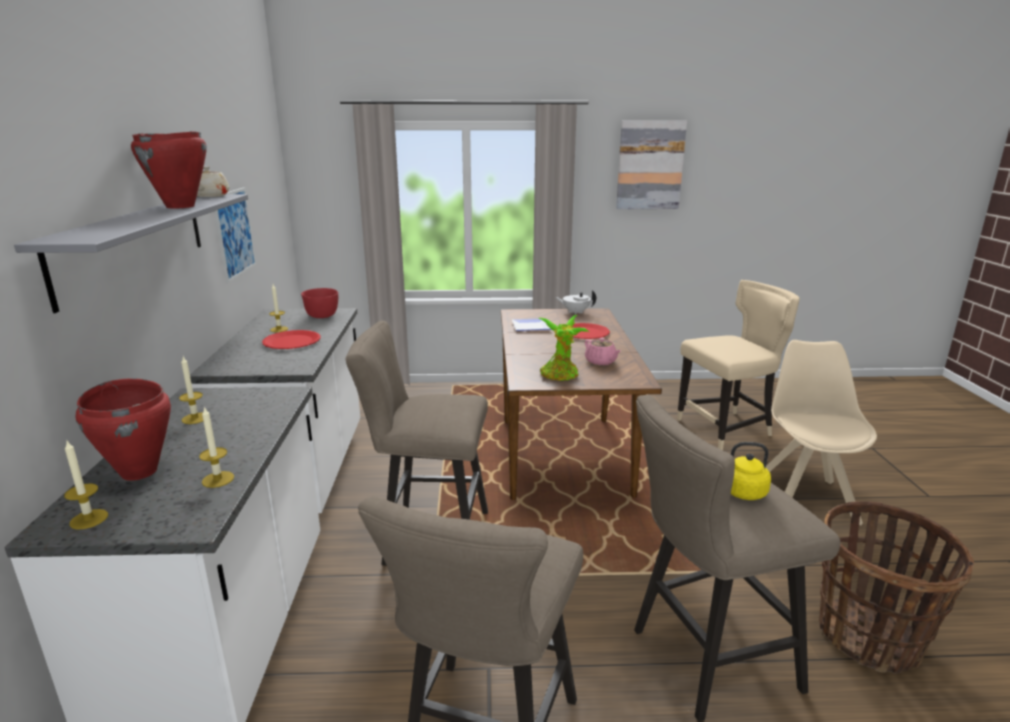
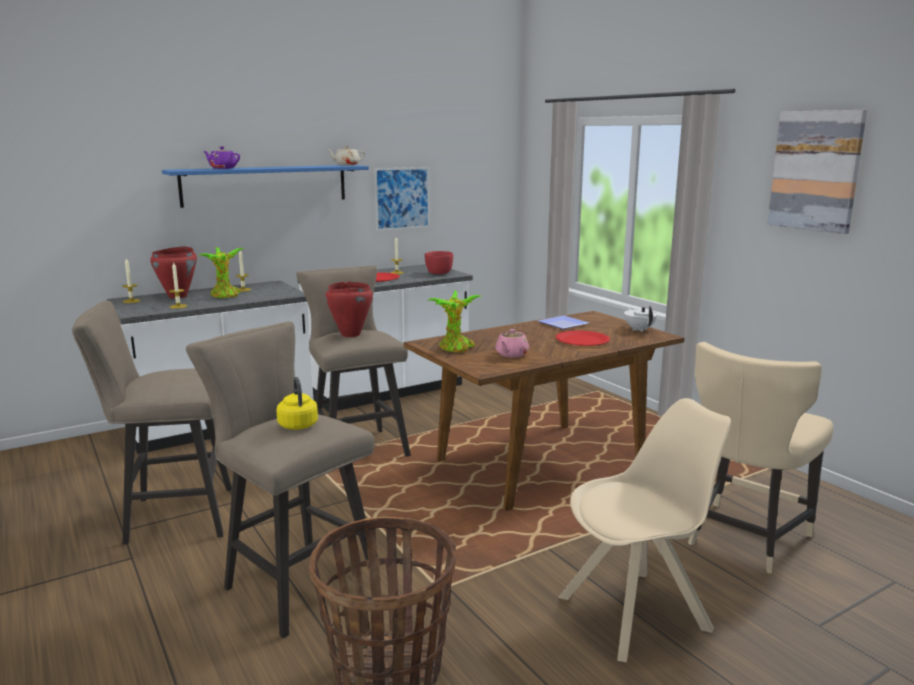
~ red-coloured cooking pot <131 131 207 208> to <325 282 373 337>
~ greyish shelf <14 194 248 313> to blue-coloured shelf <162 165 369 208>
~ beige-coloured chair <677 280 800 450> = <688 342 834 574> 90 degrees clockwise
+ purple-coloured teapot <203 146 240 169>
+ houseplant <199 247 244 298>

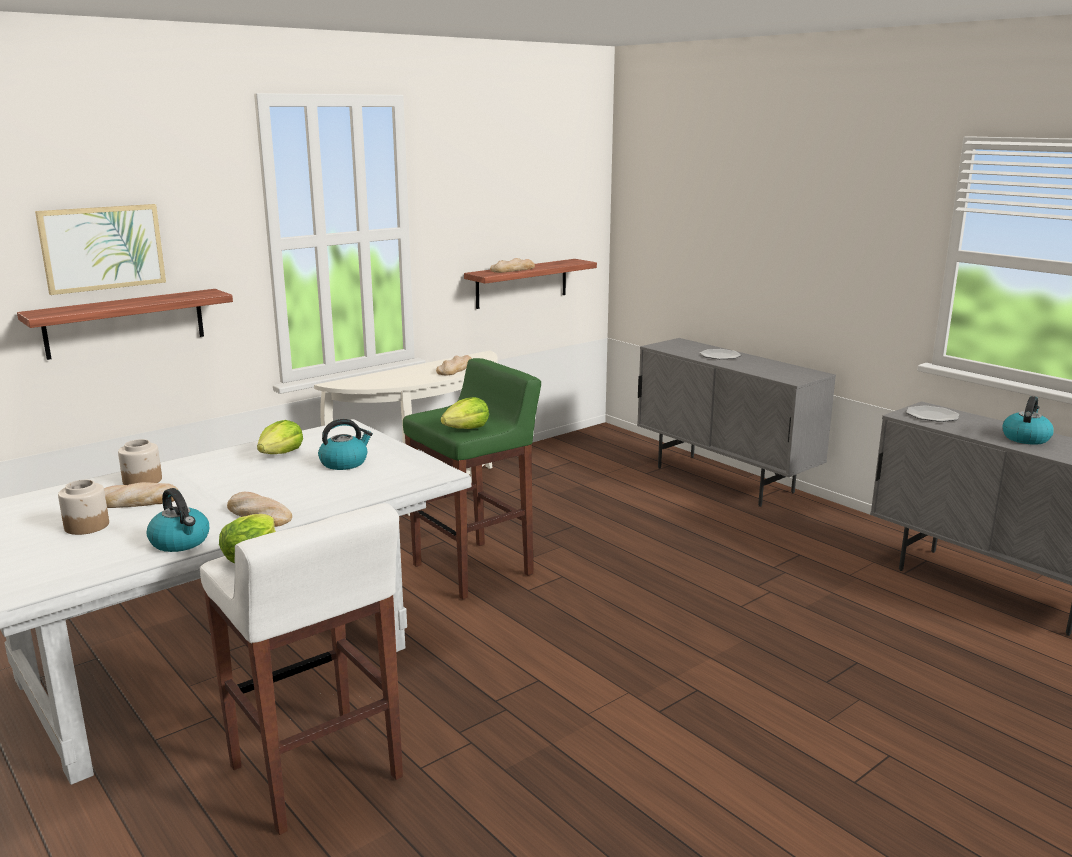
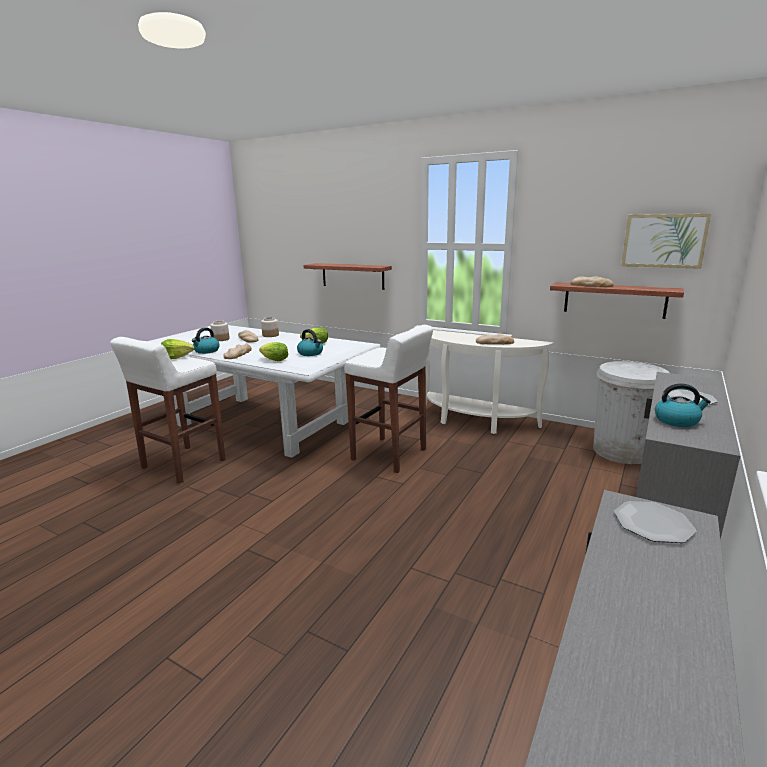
~ picture <35 204 166 295> to <621 214 711 269>
~ green sitting stool <403 358 541 599> to whitish sitting stool <344 325 433 473>
~ kettle <1002 396 1054 445> to <655 383 711 427>
~ lettuce <441 397 489 429> to <259 342 288 361>
+ whitish waste bin <593 361 670 464>

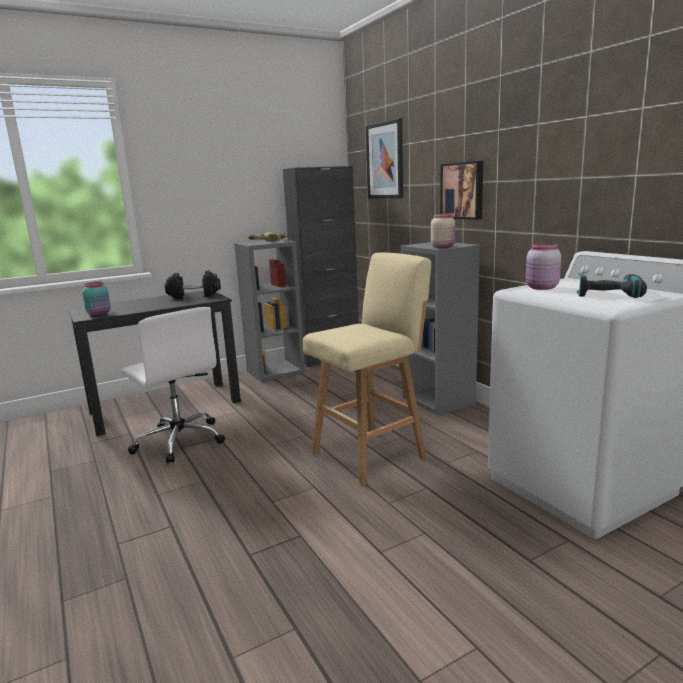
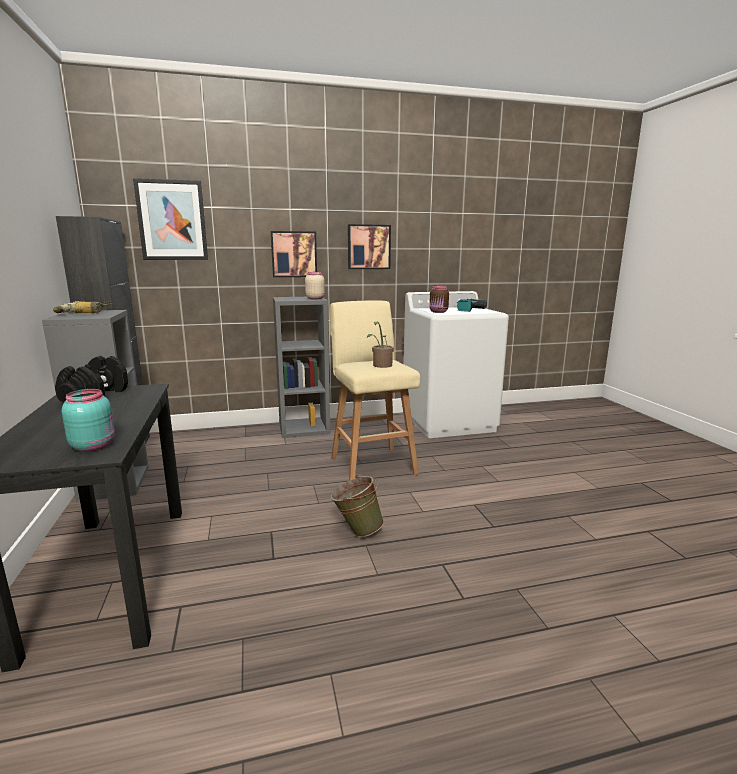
~ pink jar <526 243 561 290> to brown jar <429 286 449 313>
- whitish computer chair <121 307 225 463>
+ picture <348 224 391 269>
+ houseplant <367 322 394 368>
+ green bucket <330 474 384 537>

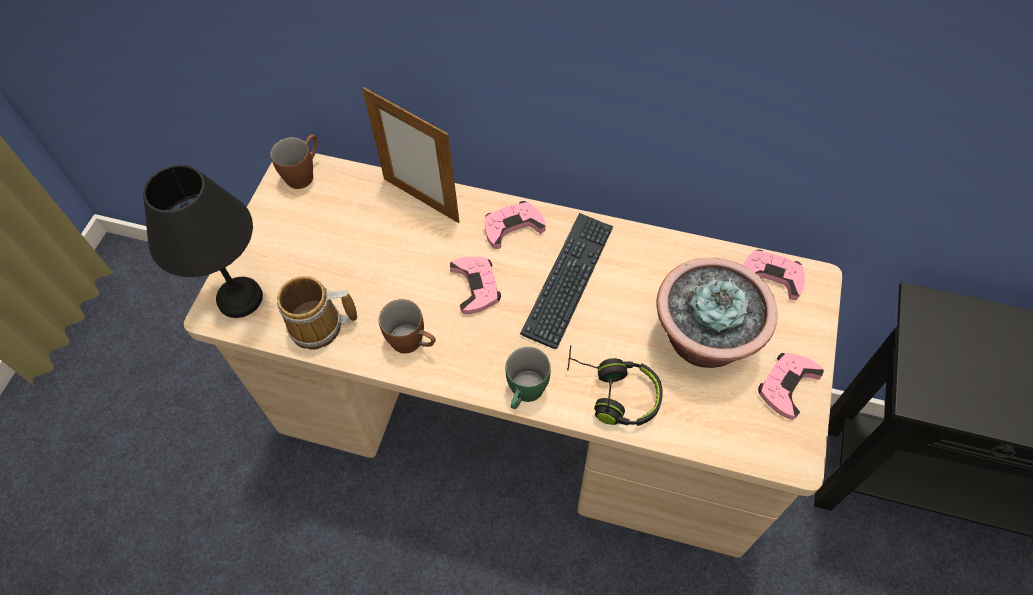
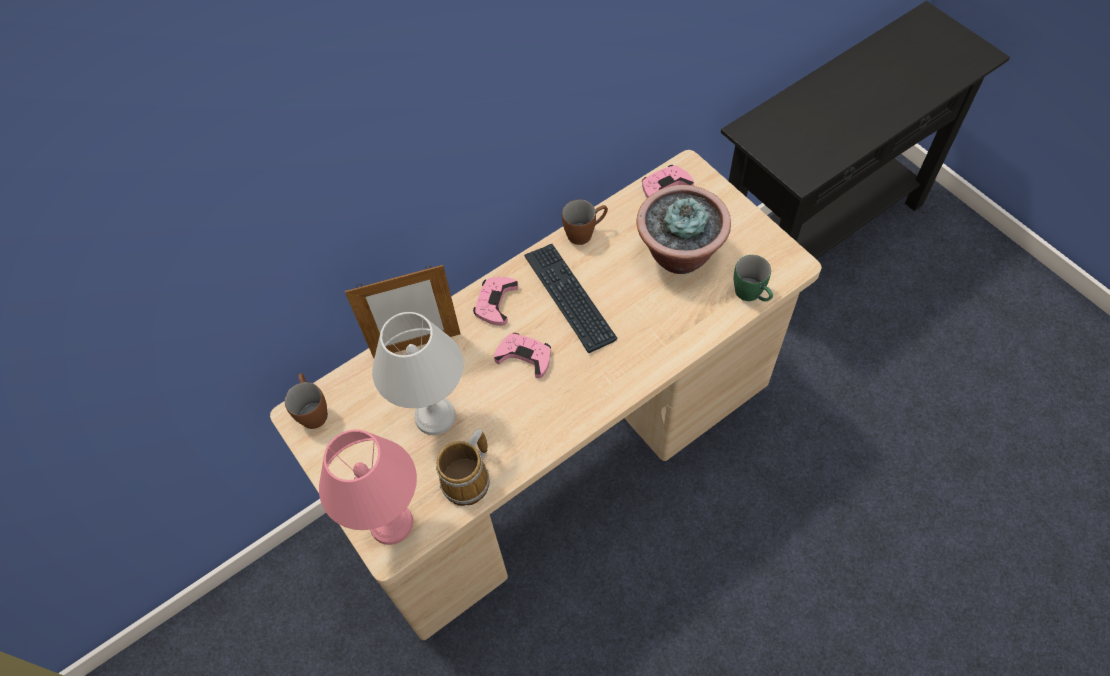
~ black table lamp <143 165 263 318> to pink table lamp <319 429 417 545>
~ brown coffee mug <379 299 436 354> to <562 199 608 245>
- black headset <567 345 662 426>
~ green coffee mug <505 347 551 409> to <734 255 773 301>
- pink gamepad <758 353 824 420>
+ whitish table lamp <372 312 463 435>

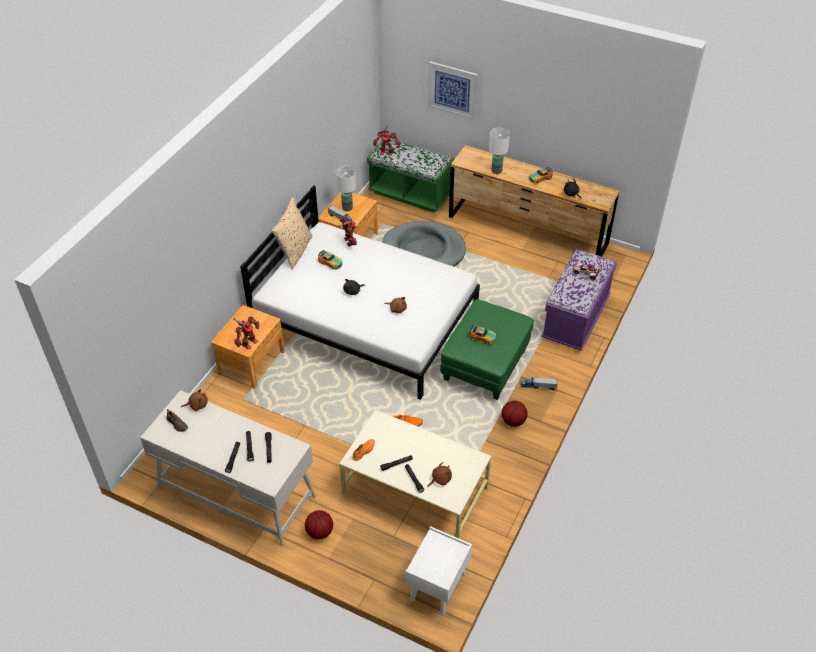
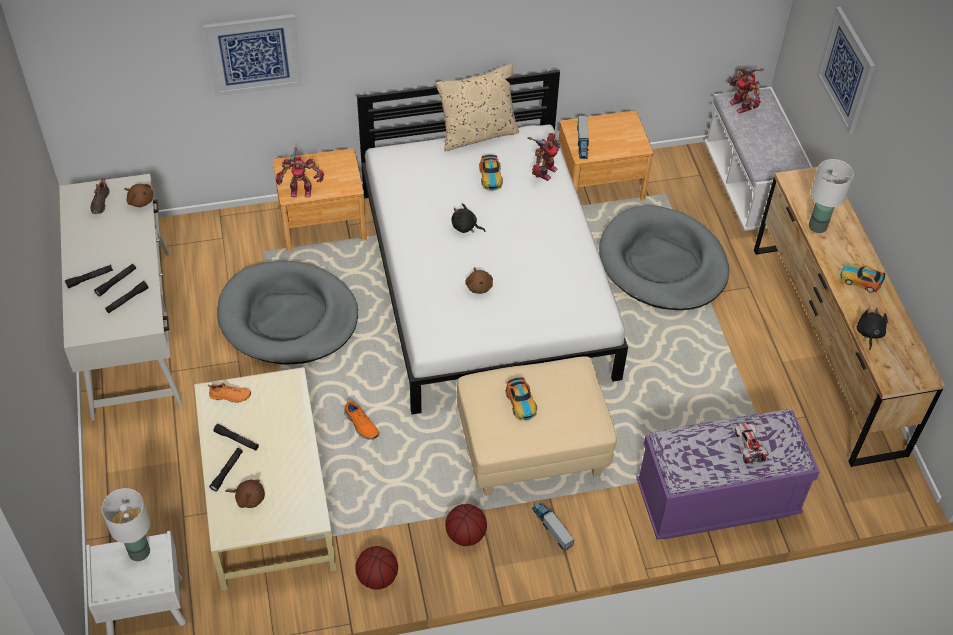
~ green indoor bench <367 139 454 212> to whitish indoor bench <704 87 813 231>
~ whitish table lamp <335 166 356 211> to <102 488 150 561>
~ green footrest <440 299 534 400> to beige-coloured footrest <457 356 617 496>
~ basketball <305 510 333 539> to <355 546 398 590>
+ picture <203 14 302 96>
+ greyish pet bed <217 261 358 365>

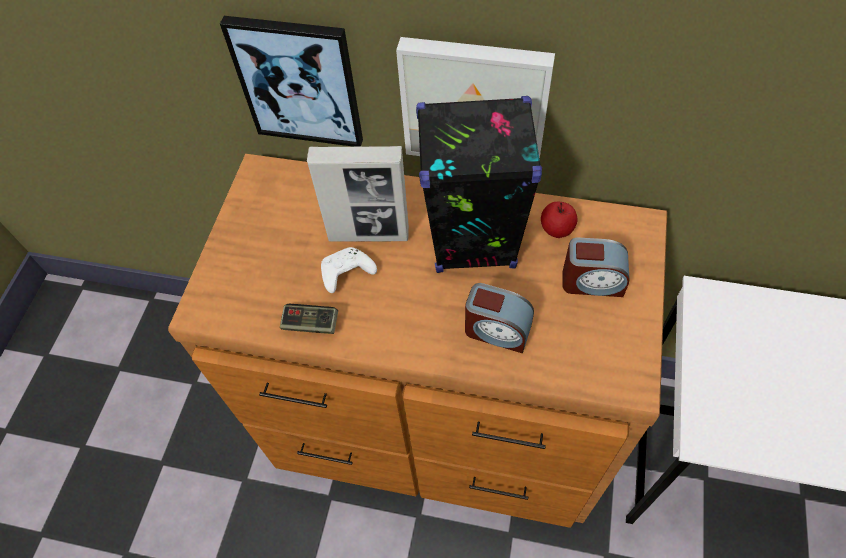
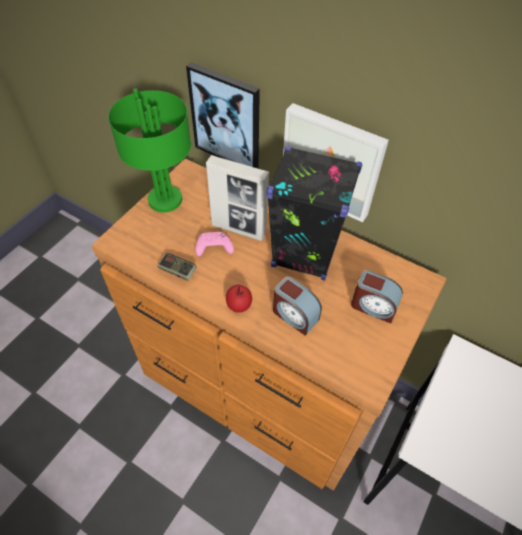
~ apple fruit <541 202 577 238> to <226 285 252 313>
~ whitish gamepad <321 247 377 293> to pink gamepad <196 232 234 256>
+ green table lamp <108 89 191 212>

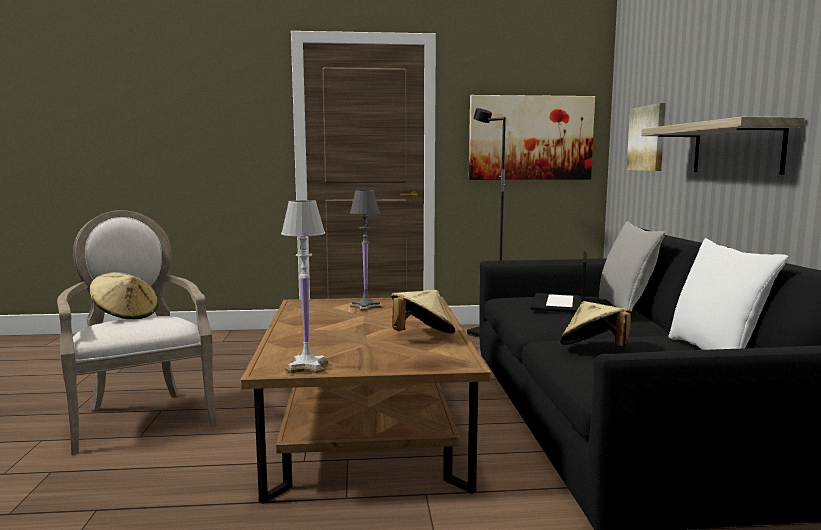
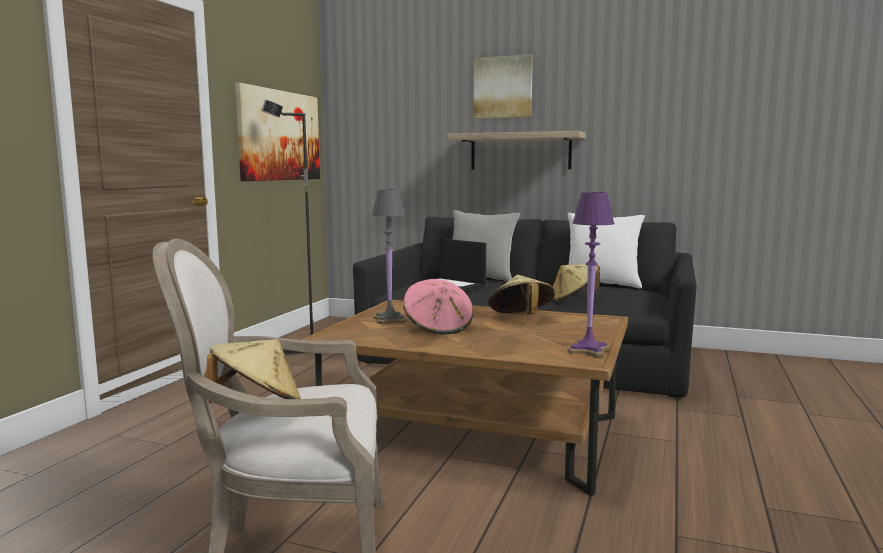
~ picture <626 103 666 171> to <473 54 533 119>
~ whitish table lamp <281 200 328 374> to purple-coloured table lamp <568 192 615 357>
+ pink wearable hat <403 279 474 335>

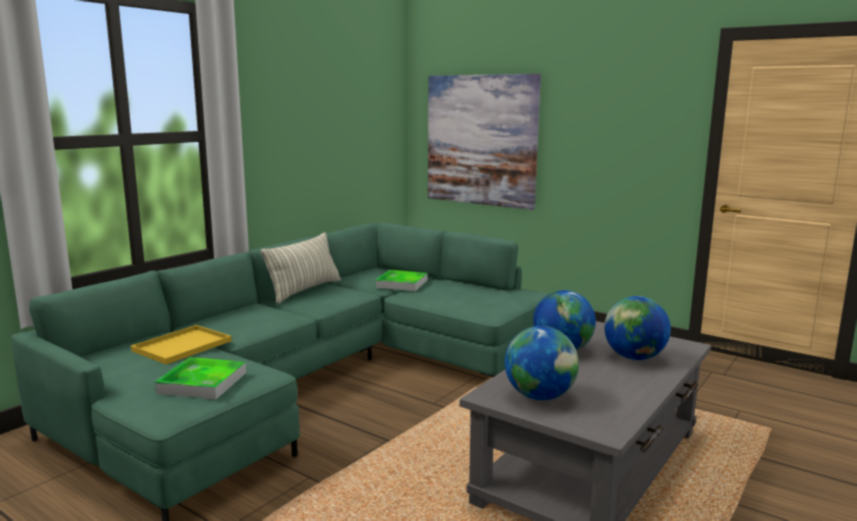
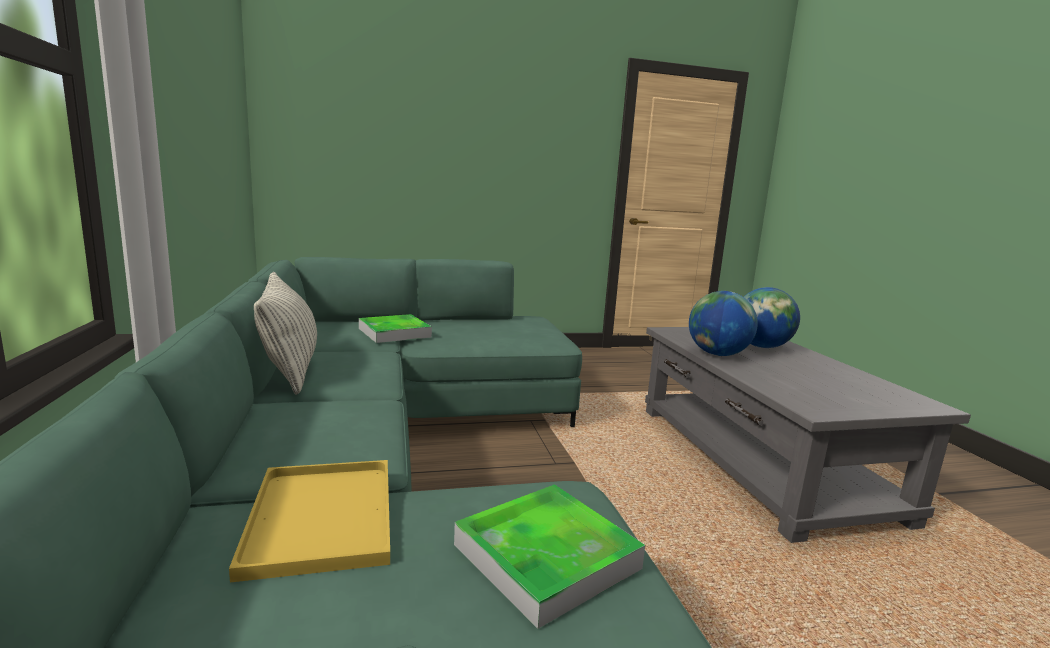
- picture <428 74 541 210>
- world globe <505 326 579 400>

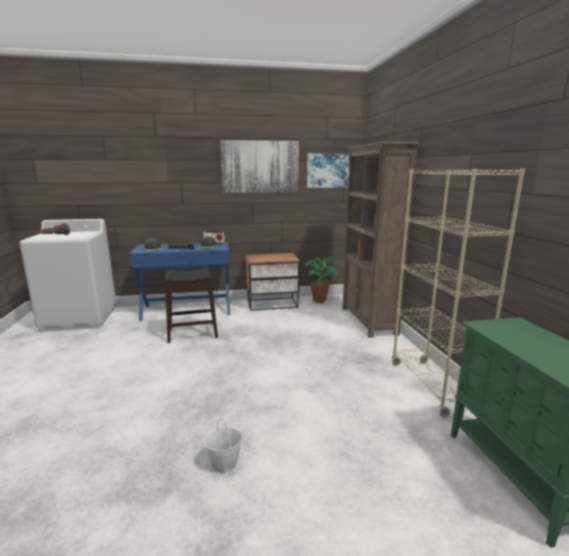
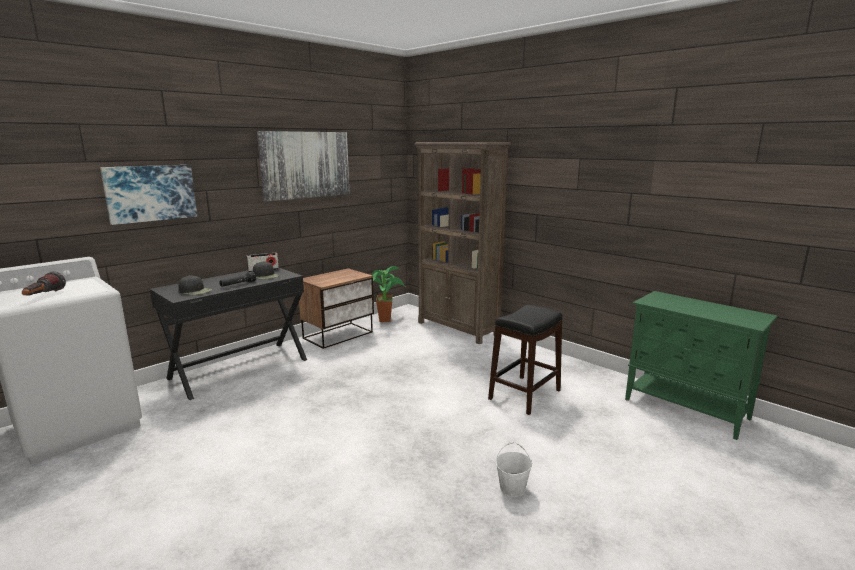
~ picture <307 153 349 188> to <100 165 197 225>
- beige-coloured bookcase <392 169 525 418>
~ blue-coloured desk <129 242 230 321> to black desk <150 268 307 400>
~ black sitting stool <165 268 218 343> to <488 305 562 415>

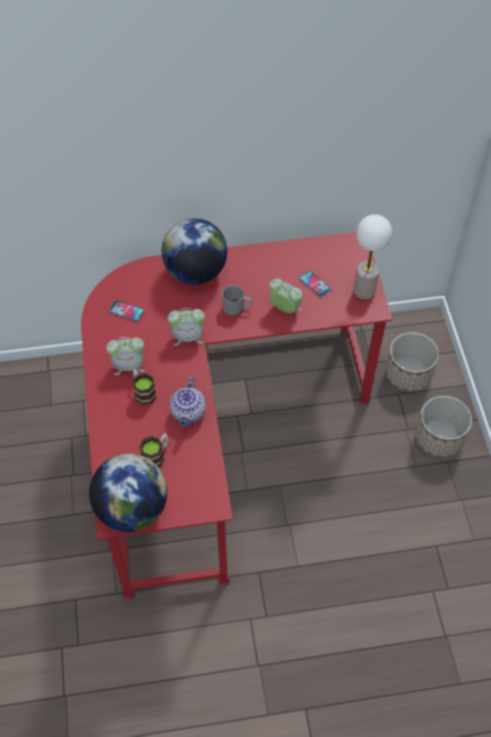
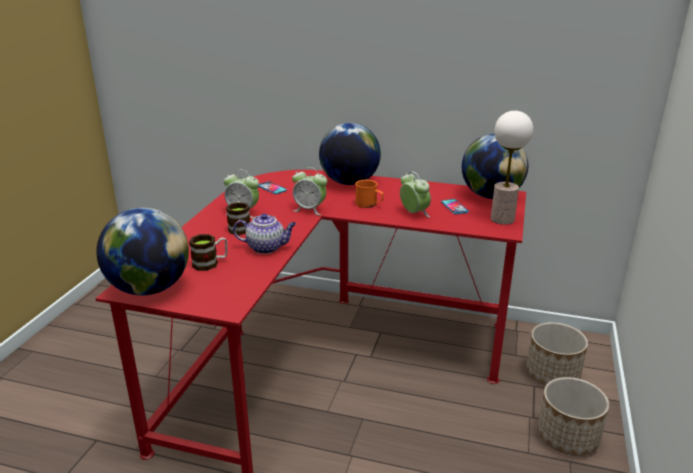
~ greyish coffee mug <222 285 252 315> to orangey coffee mug <355 180 384 208>
~ teapot <170 377 206 428> = <233 213 296 254> 120 degrees counterclockwise
+ world globe <462 134 528 199>

